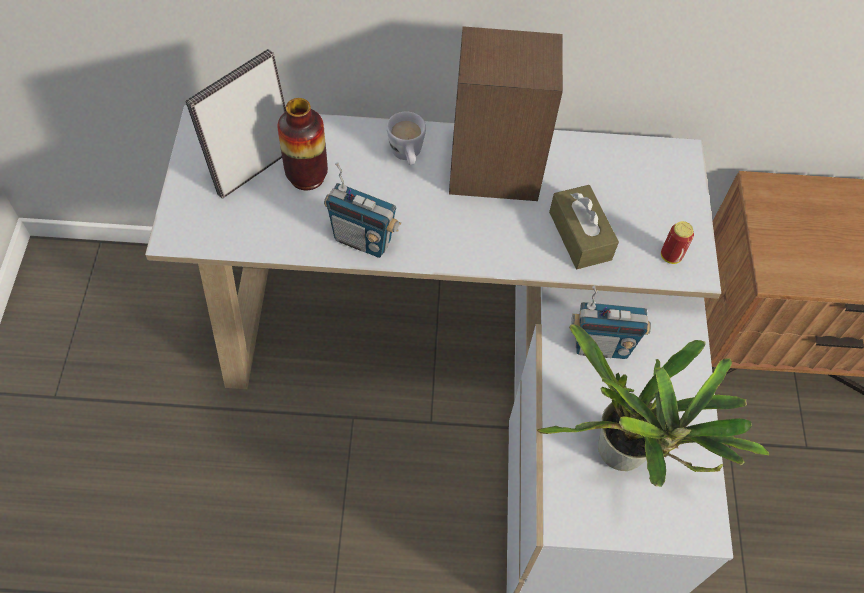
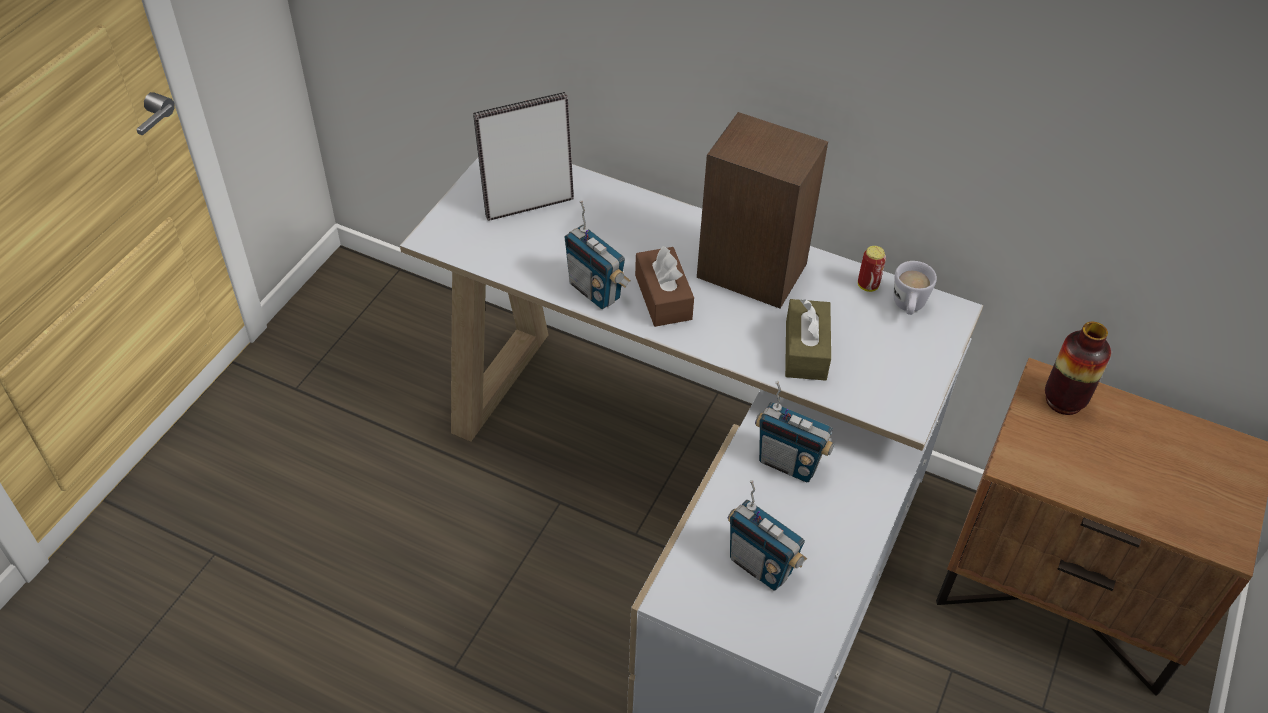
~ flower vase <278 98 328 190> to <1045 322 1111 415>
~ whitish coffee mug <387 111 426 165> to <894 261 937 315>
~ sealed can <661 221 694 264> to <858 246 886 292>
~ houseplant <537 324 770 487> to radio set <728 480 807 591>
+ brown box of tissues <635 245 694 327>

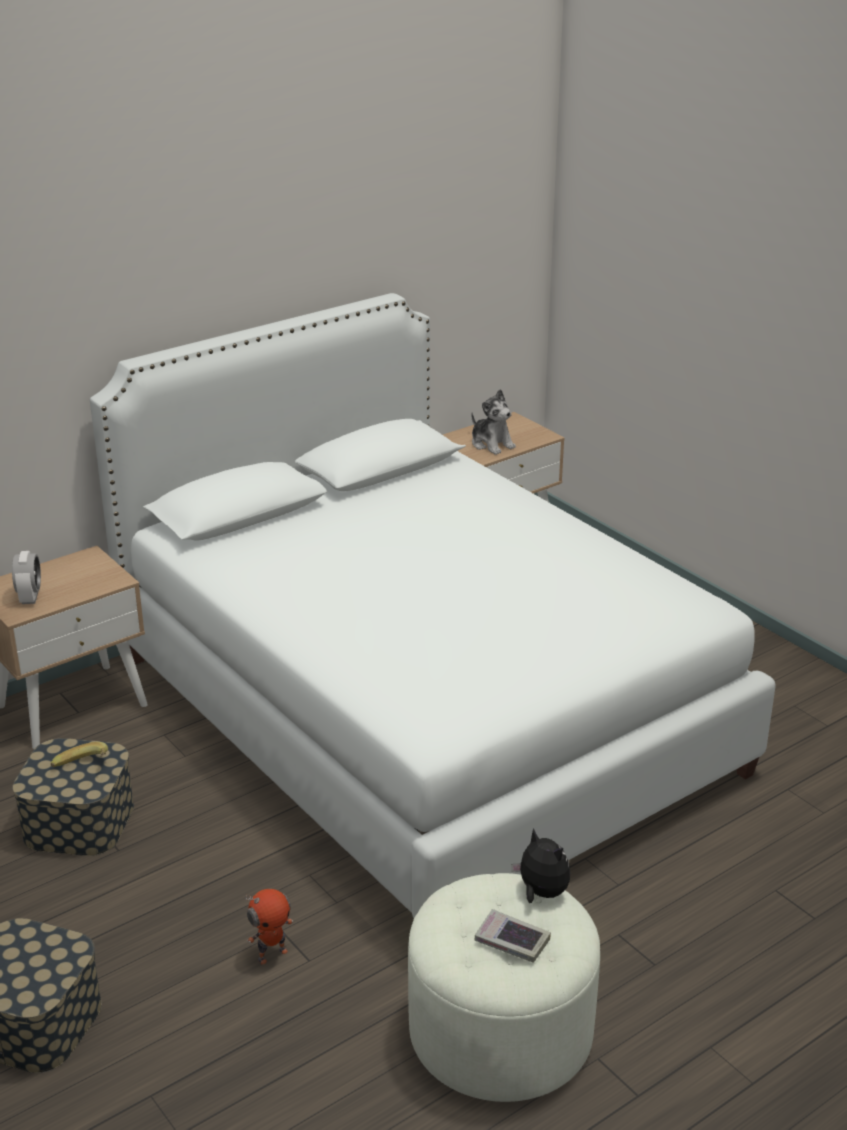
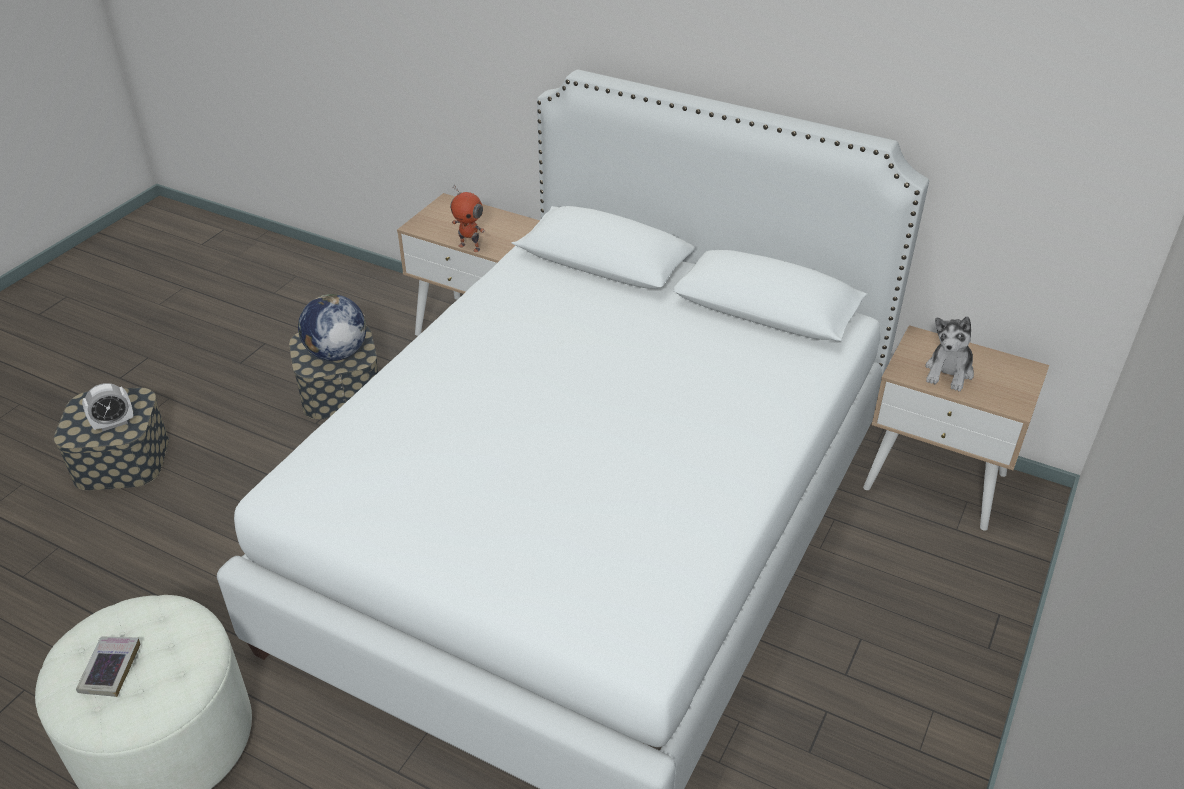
~ bedside clock <12 551 41 604> to <82 383 133 431>
~ banana <51 742 108 767> to world globe <298 294 366 361>
- cuddly toy <511 828 570 903>
~ robot figure <246 889 293 965> to <450 184 485 252>

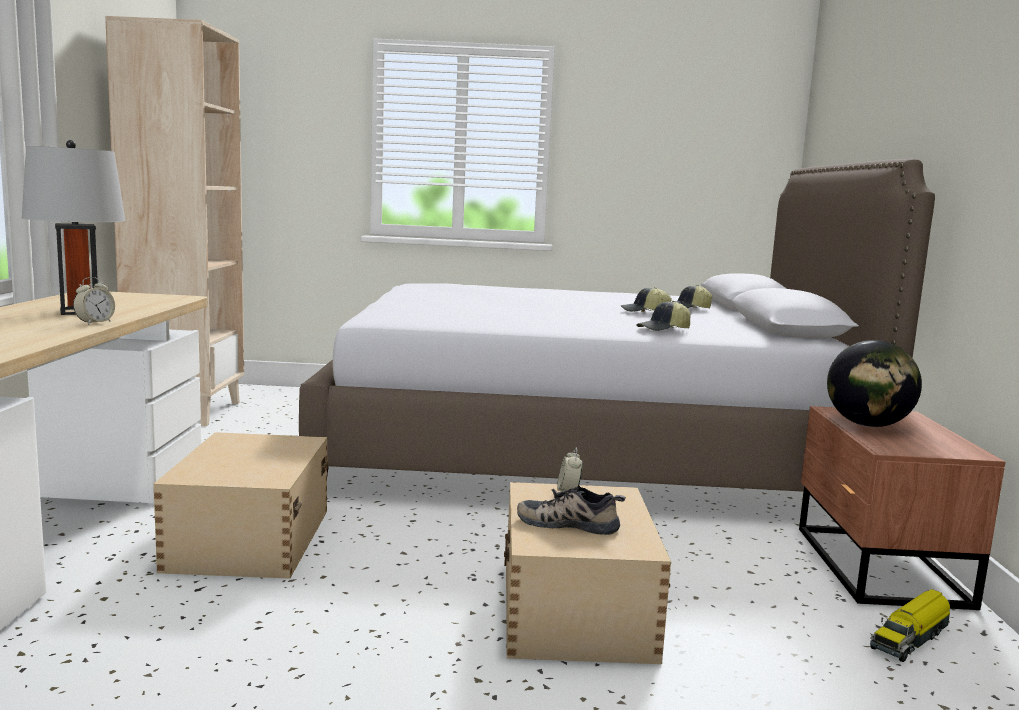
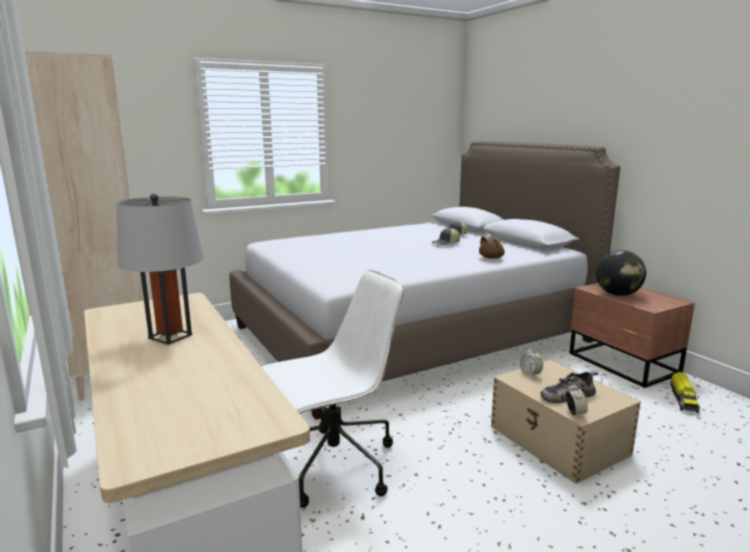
~ bedside clock <73 277 115 325> to <566 383 588 418>
~ peaked cap <636 301 691 331> to brown cuddly toy <479 236 505 259>
~ beige-coloured storage box <153 432 329 579> to whitish computer chair <261 270 405 508>

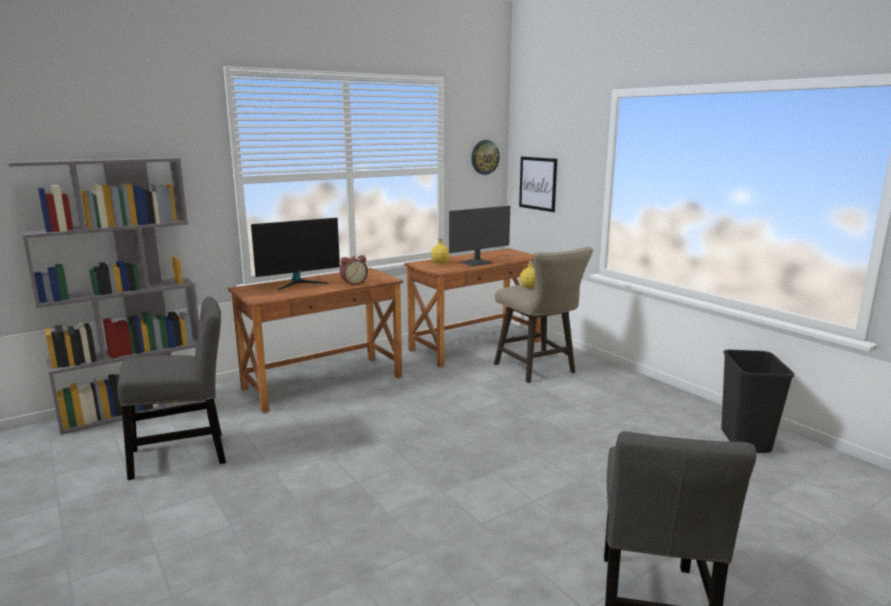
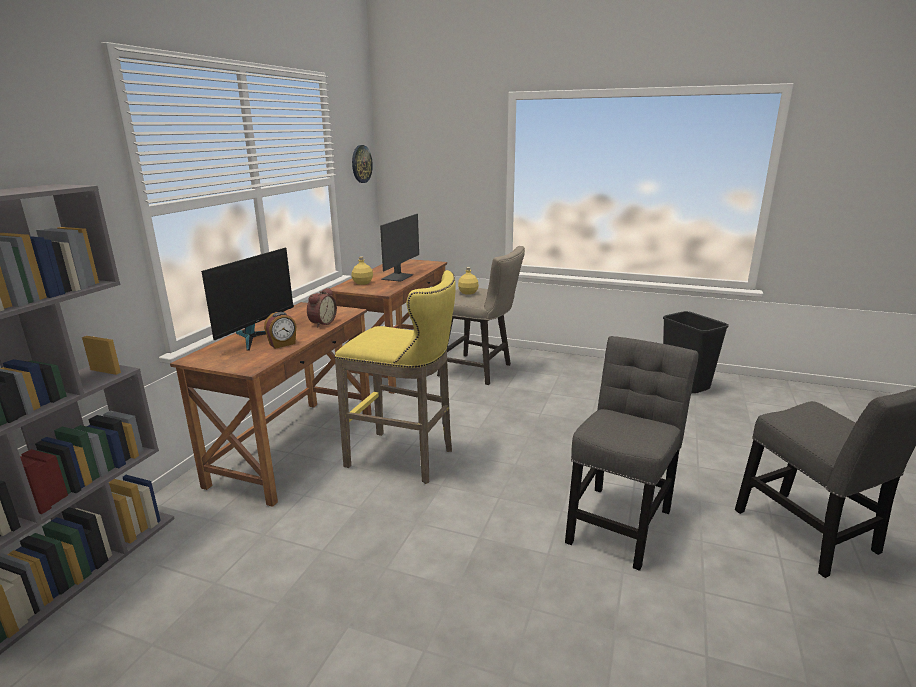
- picture <519 157 557 212>
~ greyish chair <118 297 226 480> to <565 336 699 571>
+ yellow-coloured sitting stool <335 270 456 484>
+ bedside clock <264 312 297 349>

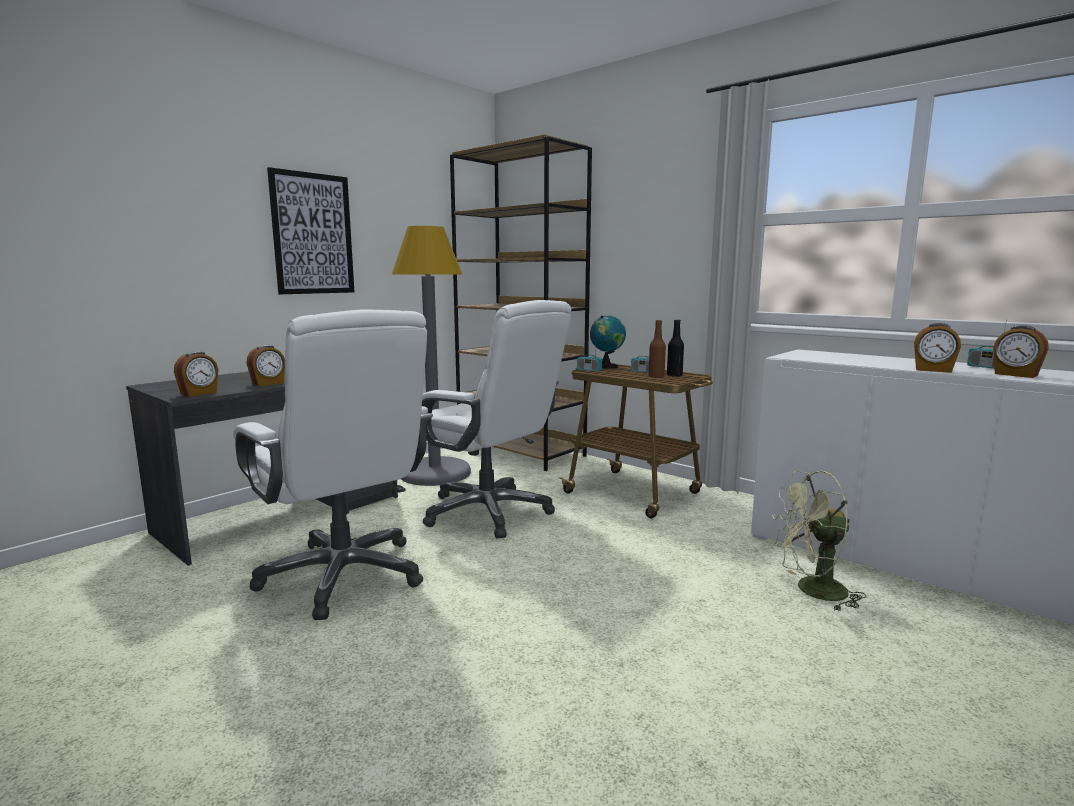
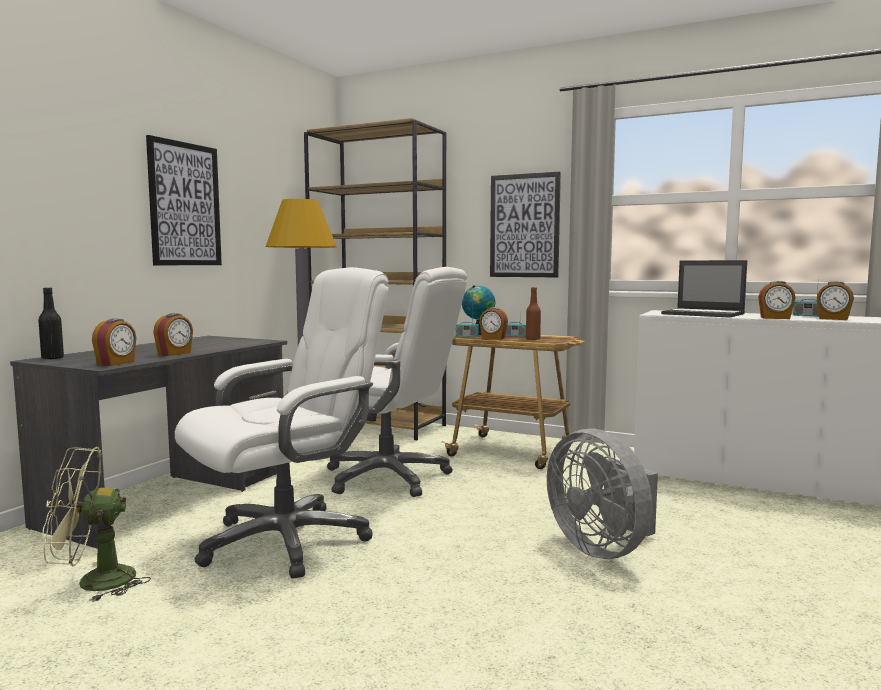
~ whitish computer chair <234 310 433 620> = <175 267 389 579> 75 degrees counterclockwise
~ black bottle <667 319 684 377> to <38 287 64 359>
~ green electric fan <772 470 866 611> to <42 447 151 602>
+ picture <490 172 561 277>
+ portable computer <661 260 747 318>
+ bedside clock <479 307 508 340>
+ greyish electric fan <547 429 658 559>

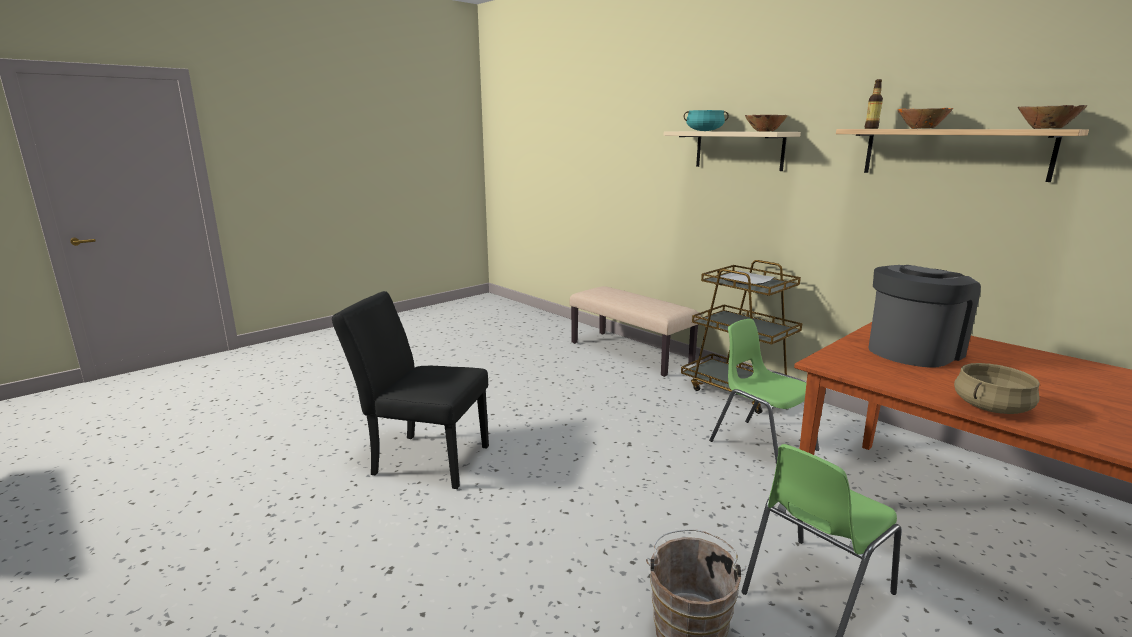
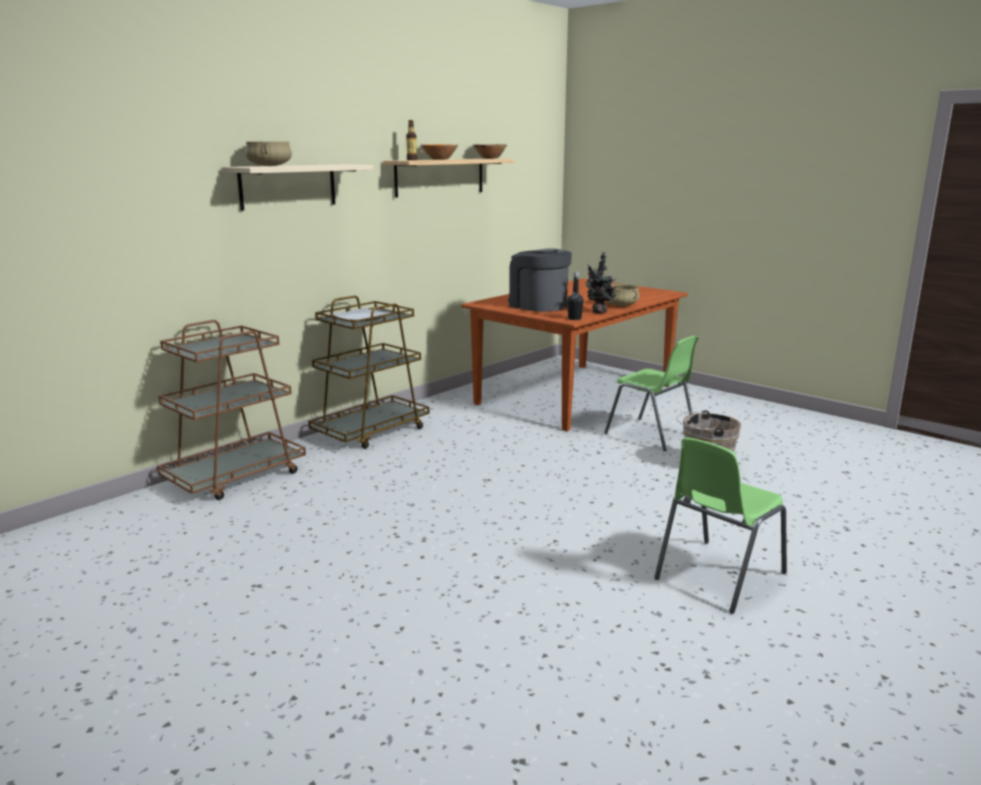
~ turquoise-coloured cooking pot <683 110 729 131> to beige-coloured cooking pot <245 142 292 166>
- brown deep dish <745 115 788 132>
~ beige-coloured indoor bench <569 286 701 377> to brown wheeled cart <157 320 306 500>
- black chair <332 291 489 489>
~ green chair <709 319 819 465> to <654 437 787 614>
+ houseplant <585 252 617 313>
+ black bottle <567 272 584 320>

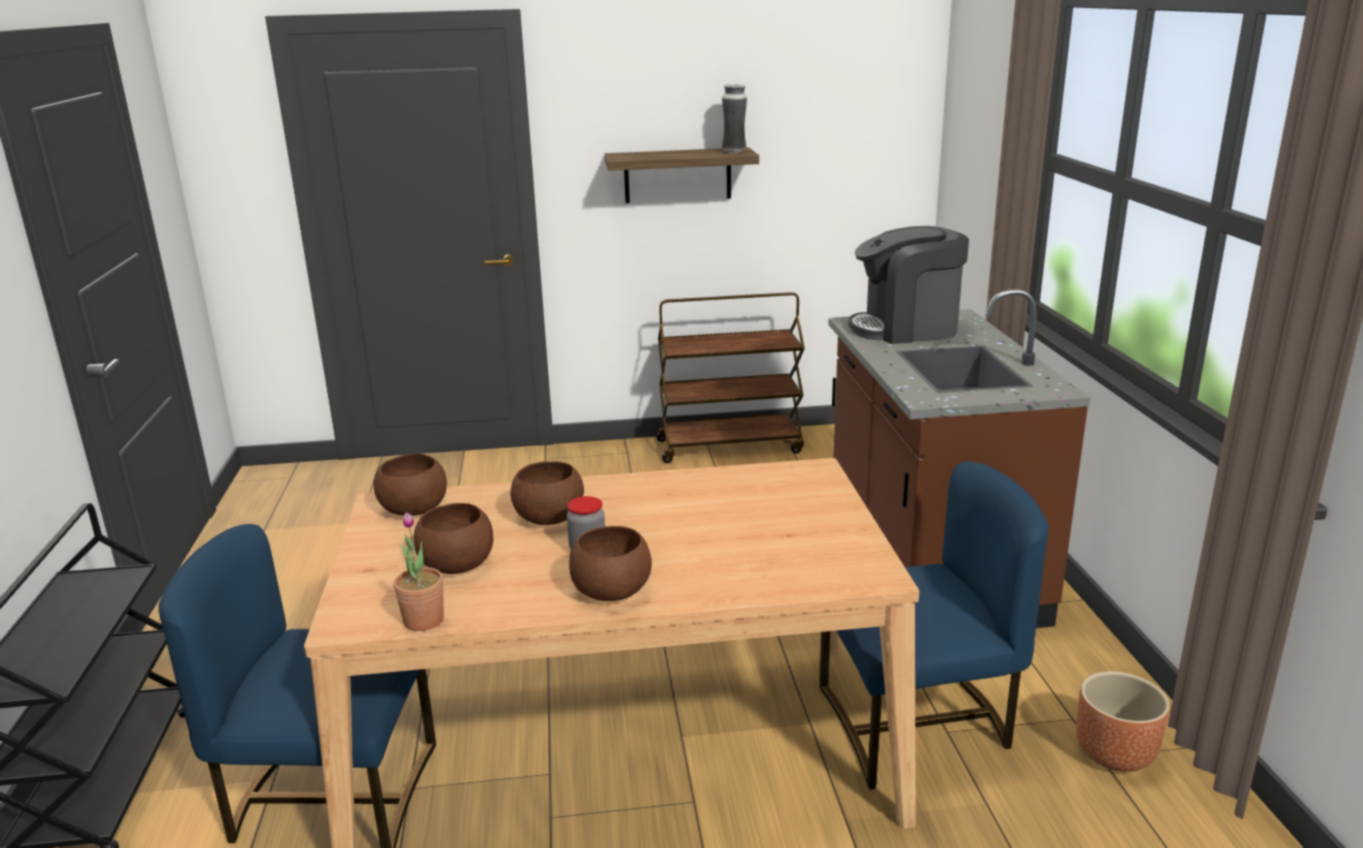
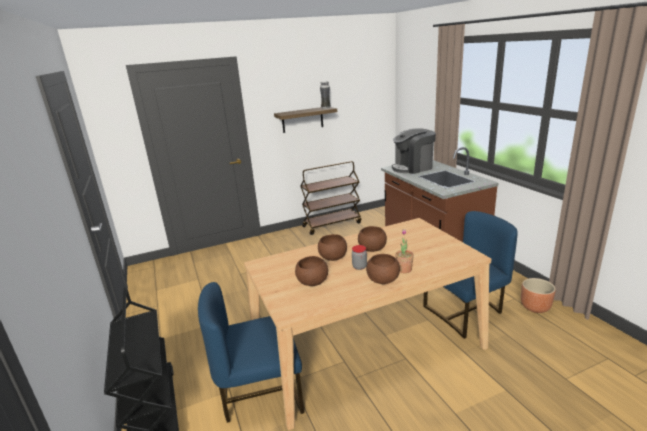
~ brown deep dish <373 453 447 516> to <358 226 387 252>
~ houseplant <394 513 444 631> to <395 229 414 273>

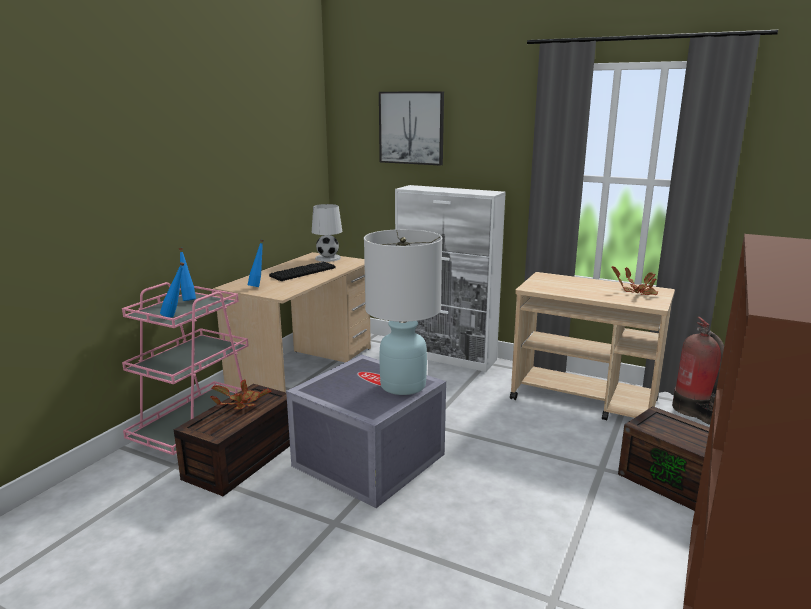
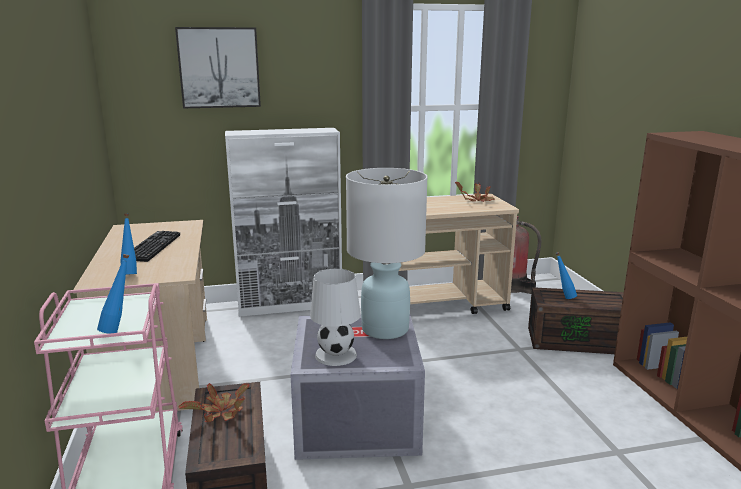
~ whitish table lamp <312 204 342 262> to <310 269 361 366>
~ blue-coloured bottle <179 248 196 301> to <556 252 577 299>

